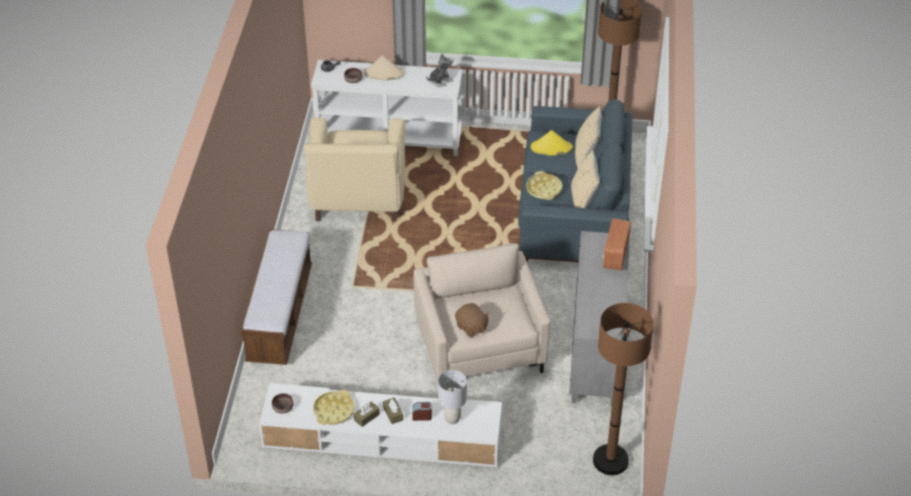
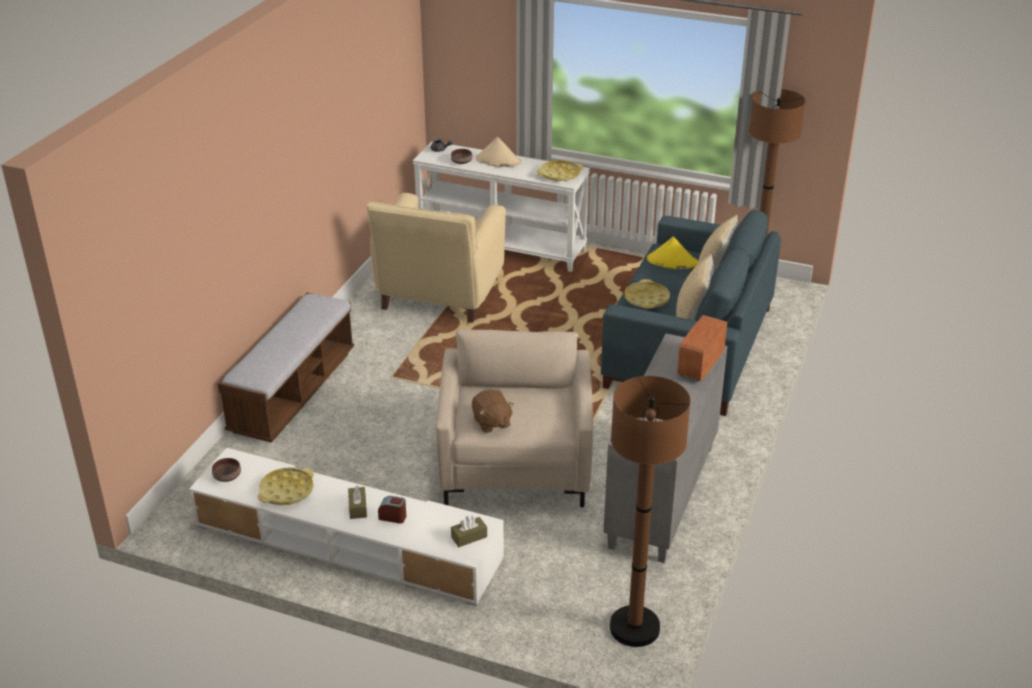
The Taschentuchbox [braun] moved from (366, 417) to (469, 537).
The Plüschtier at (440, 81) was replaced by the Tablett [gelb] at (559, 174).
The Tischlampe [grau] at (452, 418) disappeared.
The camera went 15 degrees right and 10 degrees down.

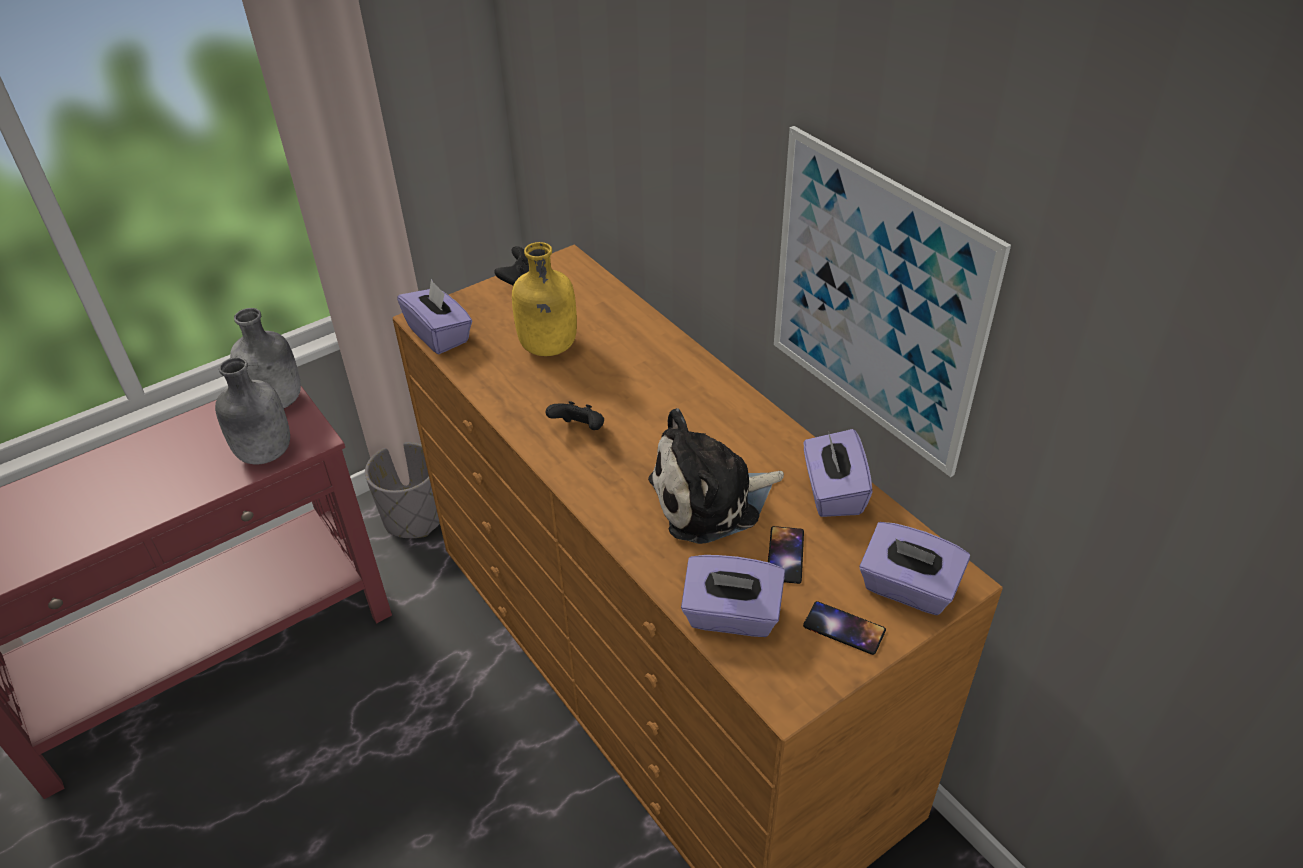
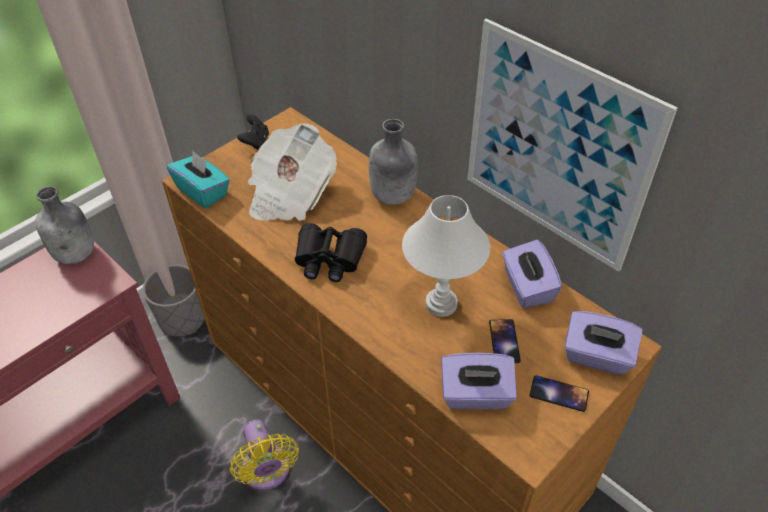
The Flasche [grau] moved from (264, 454) to (393, 196).
The Taschentuchbox [lila] at (440, 335) became the Taschentuchbox [türkis] at (203, 192).
The Flasche [gelb] at (548, 347) was replaced by the Zeitung at (290, 194).
The Gamepad [schwarz] at (579, 430) was replaced by the Fernglas [schwarz] at (329, 259).
The Plüschtier at (711, 499) was replaced by the Tischlampe [weiß] at (440, 304).
The Ventilator [gelb] at (267, 473) appeared.
The camera went 10 degrees left and 5 degrees up.

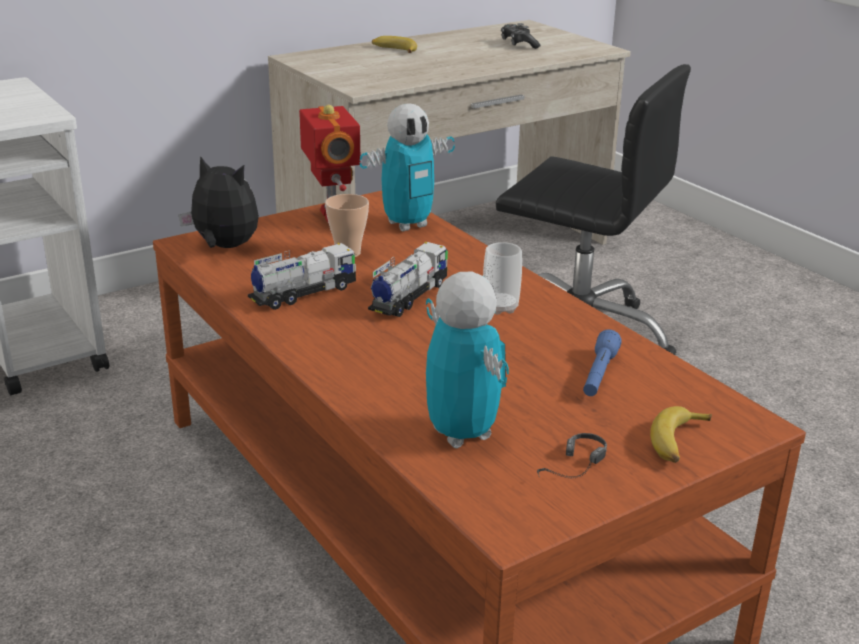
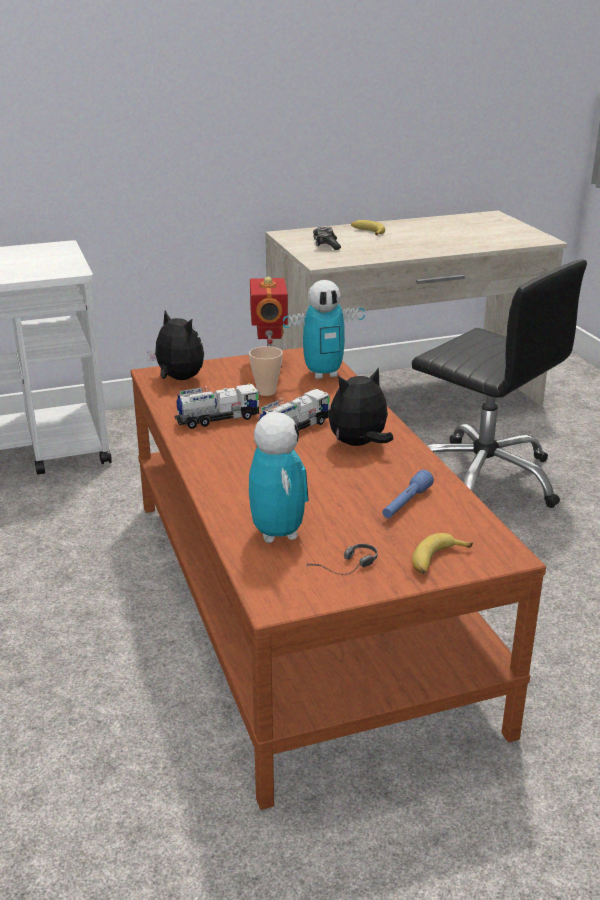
The Tasse at (500, 307) was replaced by the Plüschtier at (359, 445).
The Gamepad moved from (518, 44) to (326, 245).
The camera went 15 degrees right and 0 degrees up.

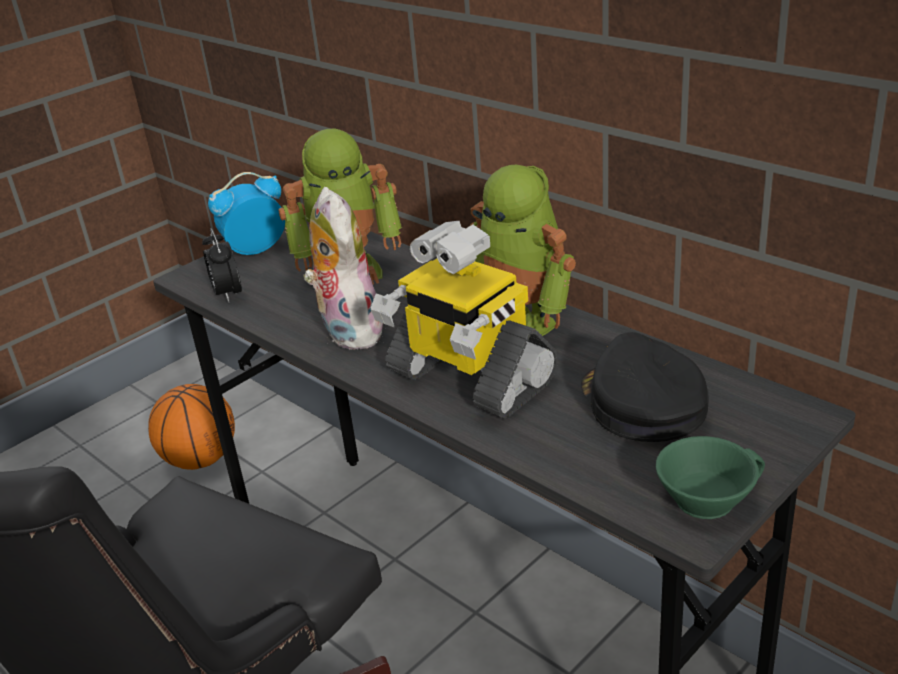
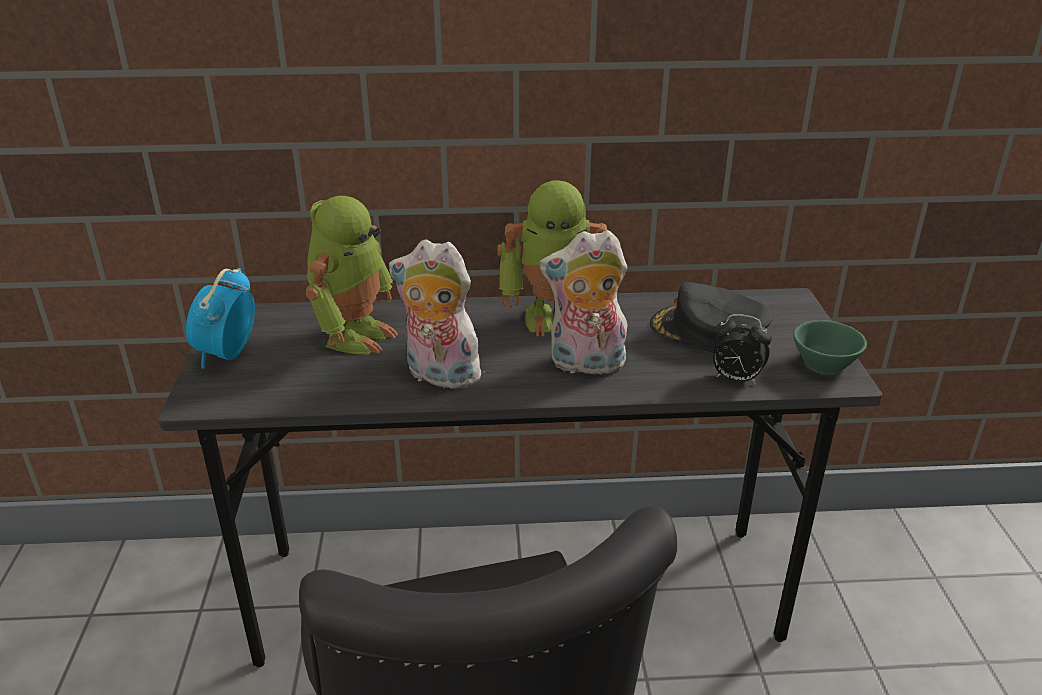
The Basketball at (201, 459) disappeared.
The Wecker moved from (227, 294) to (735, 379).
The Spielzeugroboter at (468, 378) was replaced by the Plüschtier at (585, 365).
The camera went 50 degrees left and 0 degrees up.

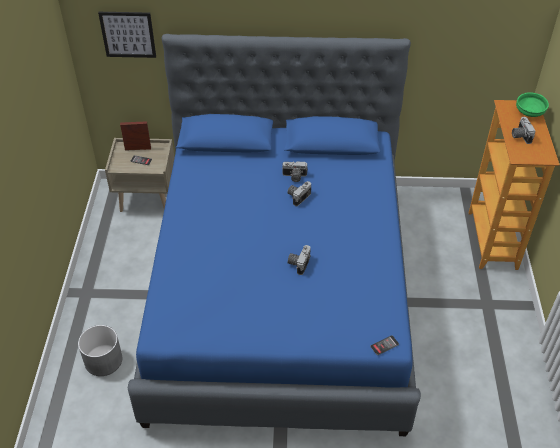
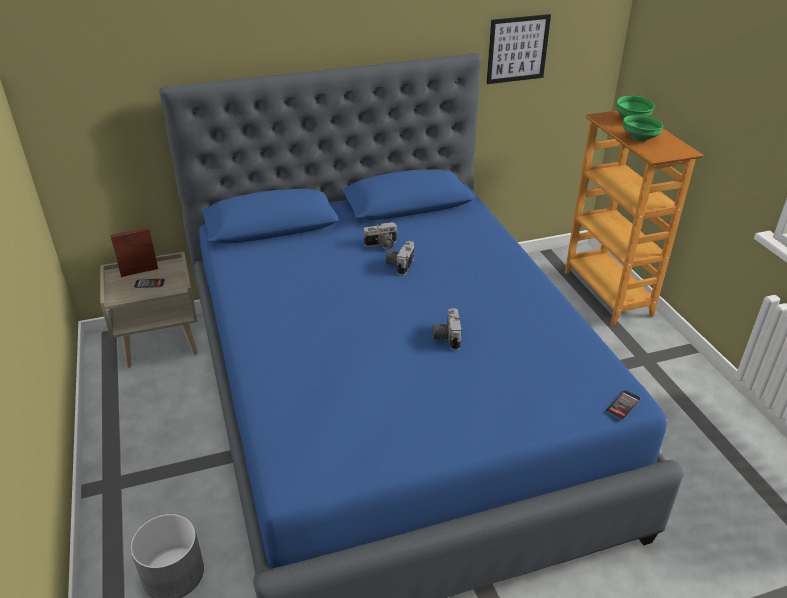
The Bild moved from (128, 34) to (517, 49).
The Kamera at (520, 136) was replaced by the Schüssel [grün] at (640, 138).
The camera went 20 degrees left and 10 degrees down.

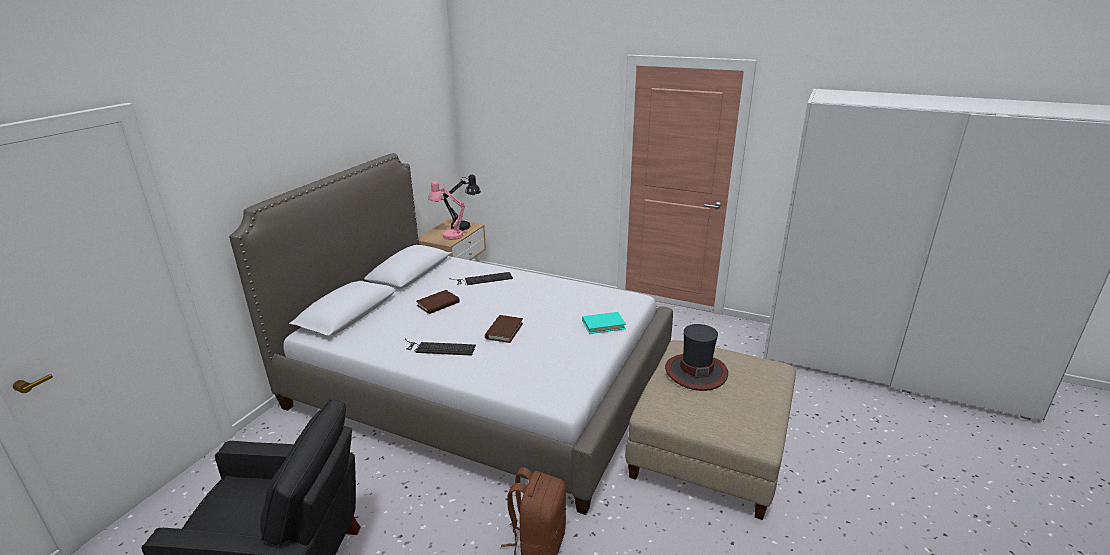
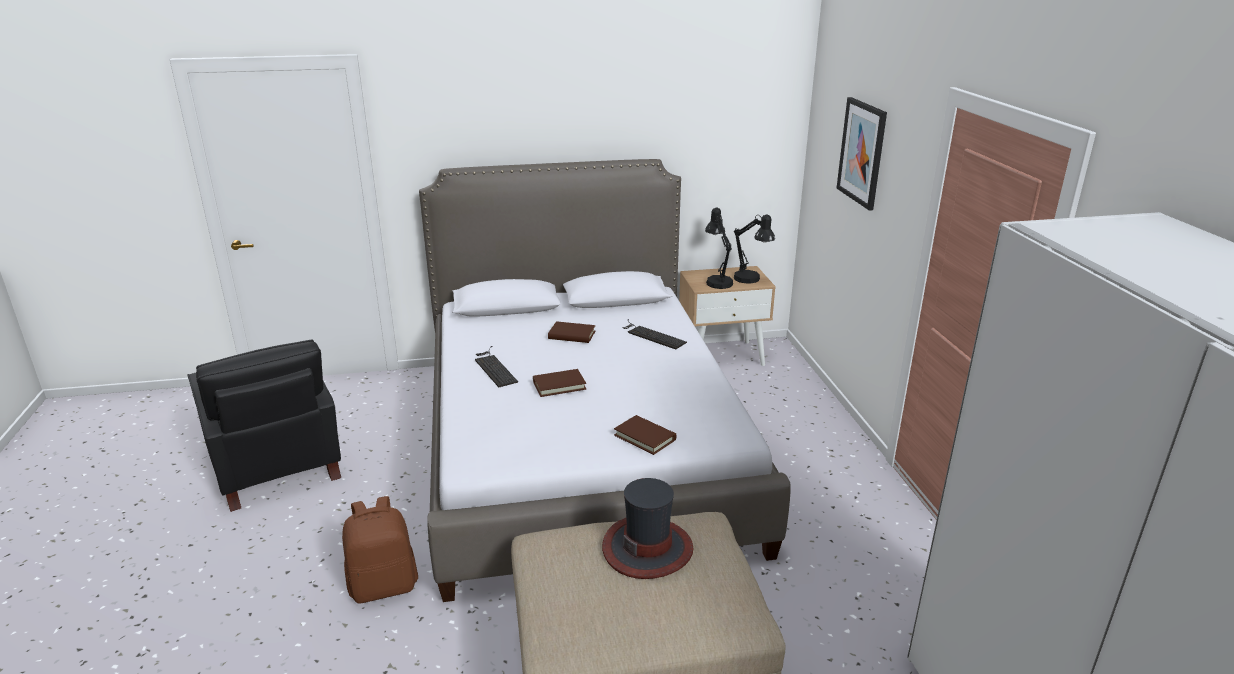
The Tischlampe [rosa] at (449, 235) became the Tischlampe [schwarz] at (717, 281).
The Buch [türkis] at (603, 325) became the Buch [braun] at (645, 437).
The Bild at (862, 152) appeared.
The camera went 55 degrees right and 0 degrees up.

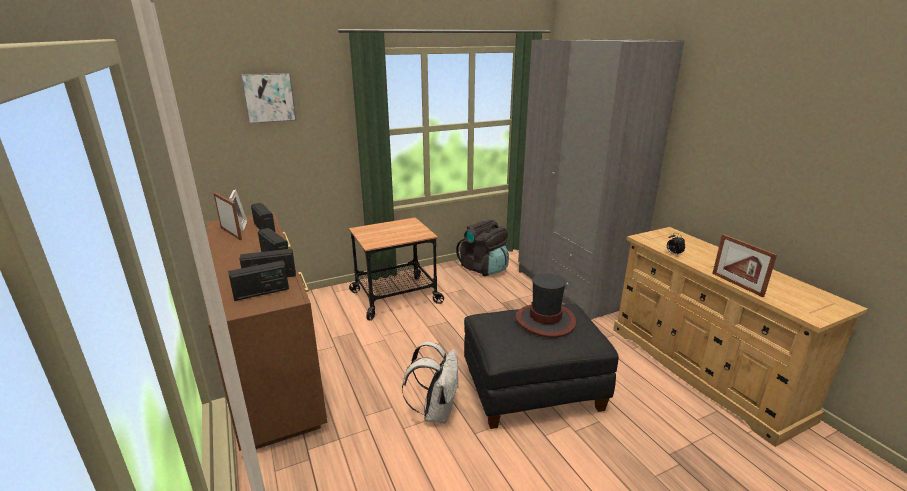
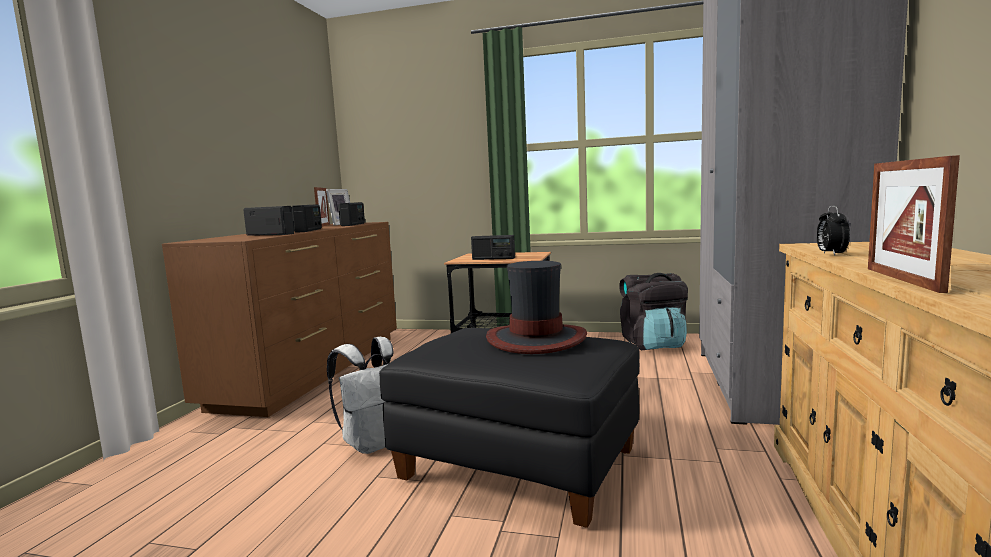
The Radio moved from (261, 292) to (493, 258).
The Bild at (269, 97) disappeared.
The camera went 40 degrees right and 15 degrees down.

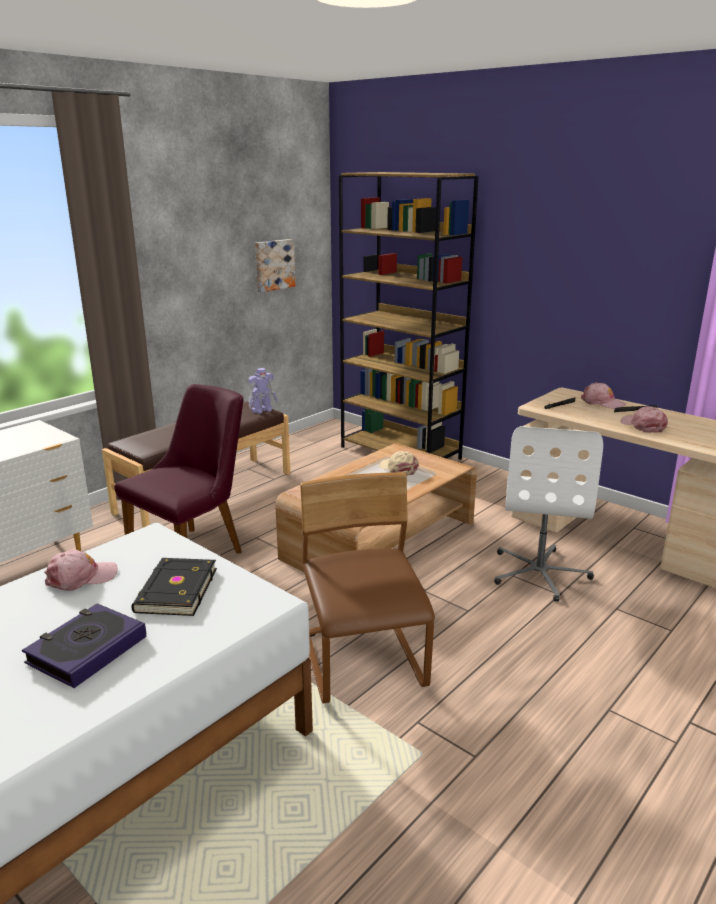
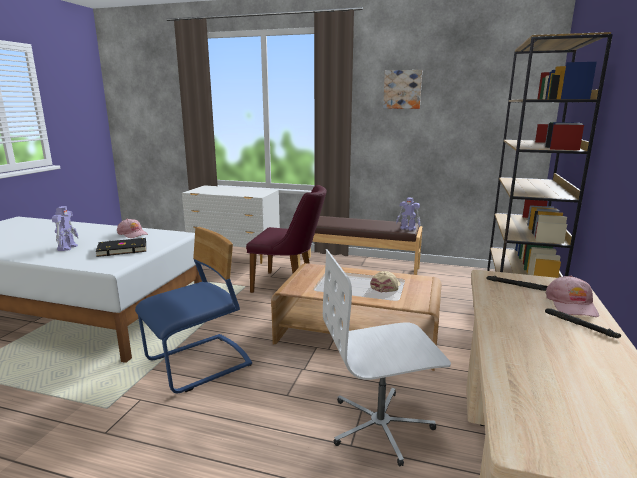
The Buch at (87, 650) was replaced by the Spielzeugroboter at (67, 247).
The Bild moved from (273, 265) to (402, 89).
The Stuhl [braun] at (364, 662) became the Stuhl [blau] at (199, 364).
The Kappe [rosa] at (643, 426) disappeared.
The camera went 65 degrees right and 5 degrees down.

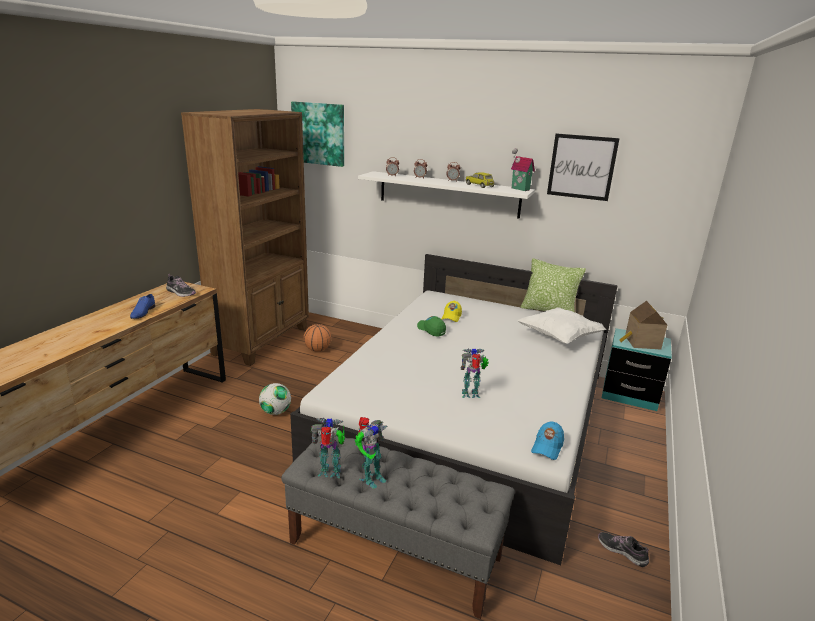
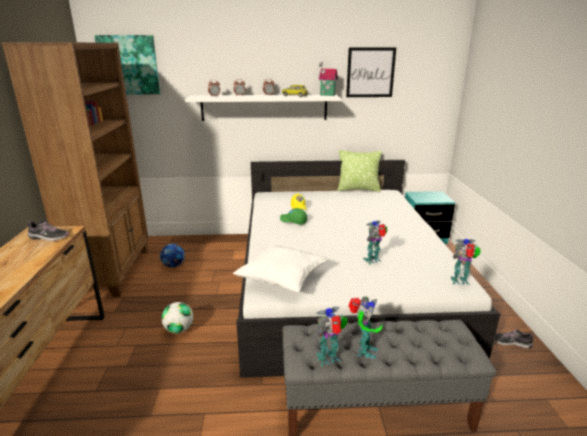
The Schuh [blau] at (142, 312) disappeared.
The Basketball at (317, 350) was replaced by the Fußball at (173, 265).
The Kissen [weiß] moved from (559, 338) to (282, 280).
The Kappe [blau] at (547, 447) was replaced by the Spielzeugroboter at (460, 282).
The Spielzeughaus at (640, 342) disappeared.
The camera went 25 degrees left and 0 degrees up.

